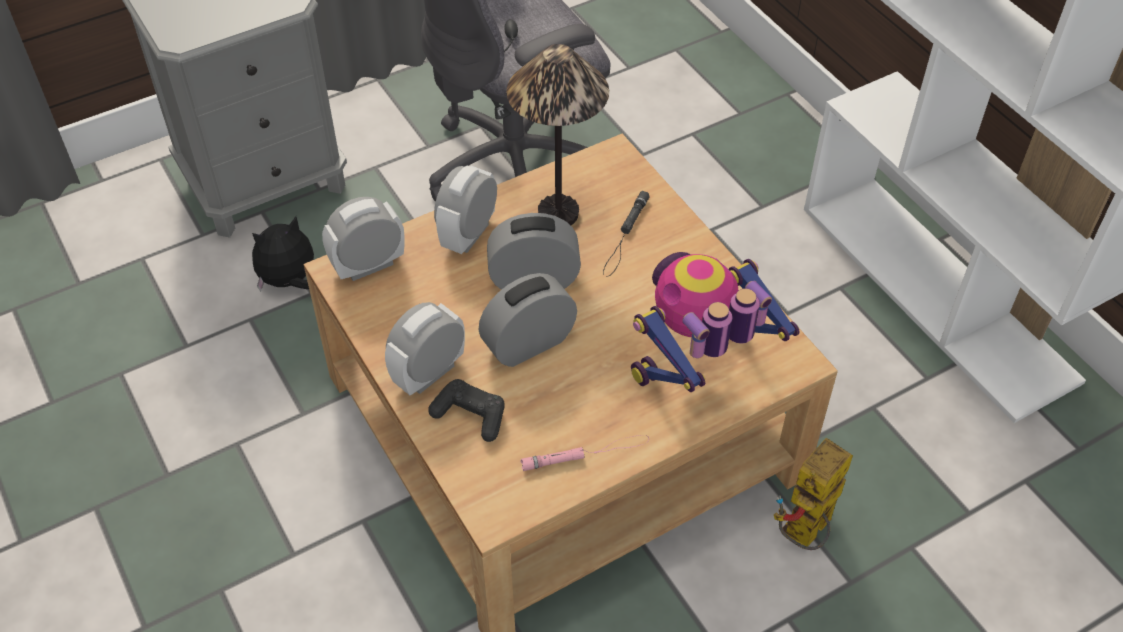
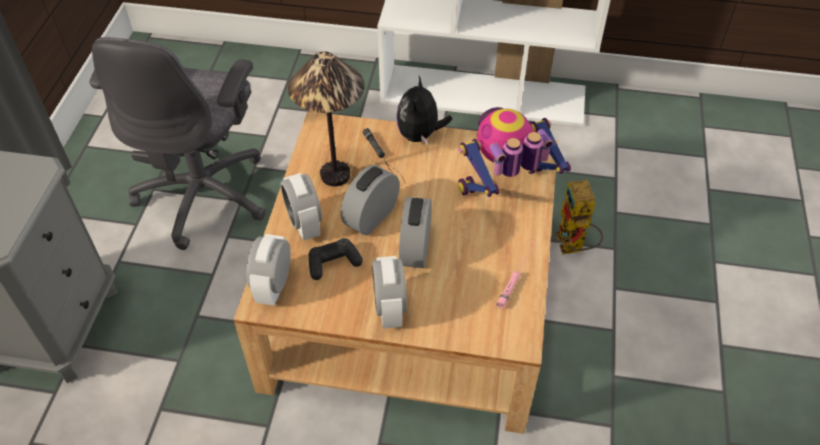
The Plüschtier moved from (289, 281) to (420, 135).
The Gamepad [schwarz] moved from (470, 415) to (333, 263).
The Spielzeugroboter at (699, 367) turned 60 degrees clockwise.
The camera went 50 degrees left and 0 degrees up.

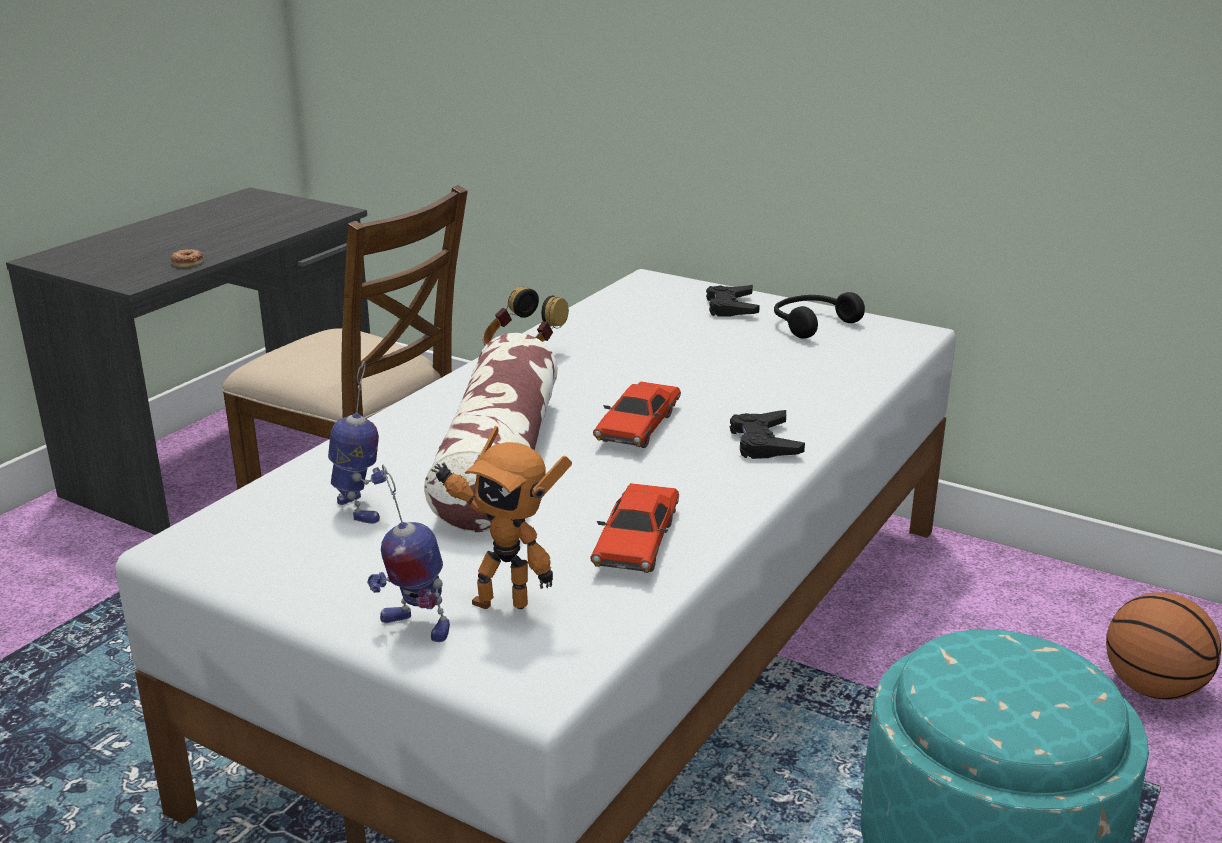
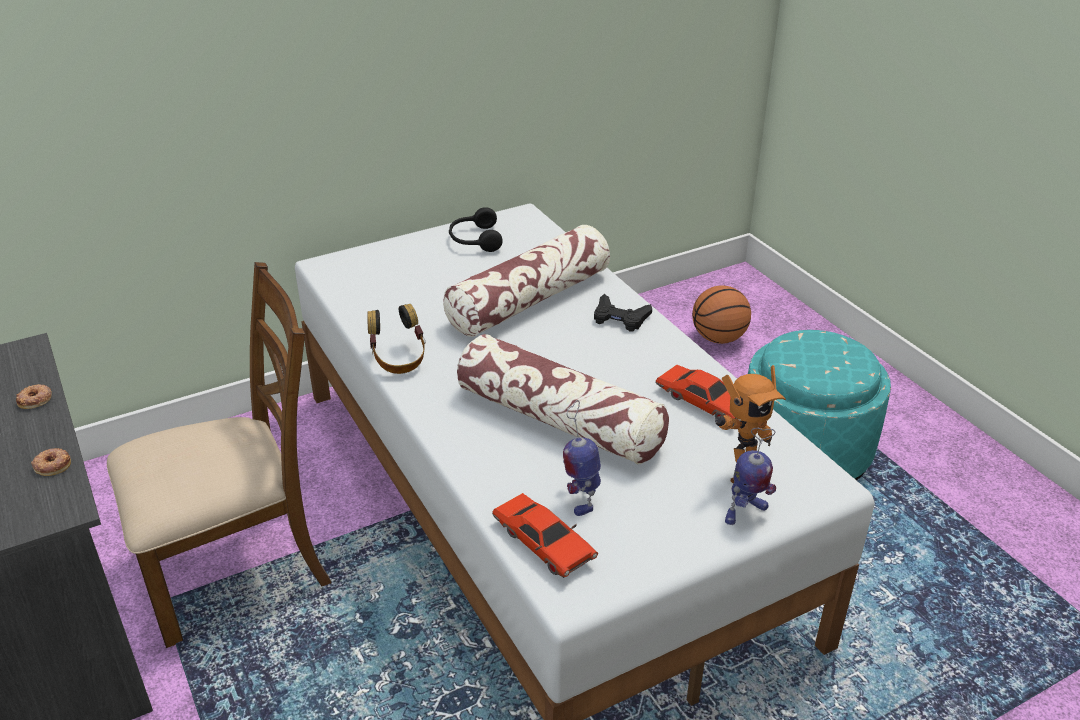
The Spielzeugroboter at (360, 509) turned 90 degrees counterclockwise.
The Spielzeugauto [rot] moved from (639, 426) to (543, 543).
The Gamepad [schwarz] at (731, 307) disappeared.
The Donut at (35, 400) appeared.
The Kissen at (530, 300) appeared.
The camera went 60 degrees left and 10 degrees up.

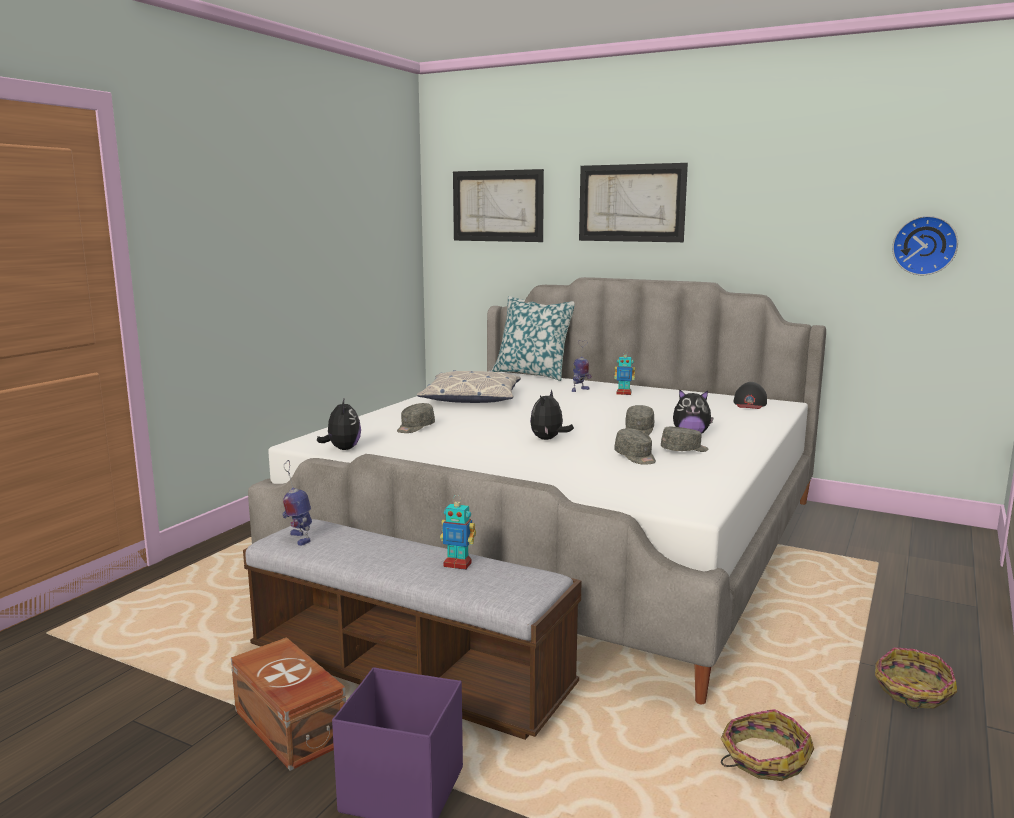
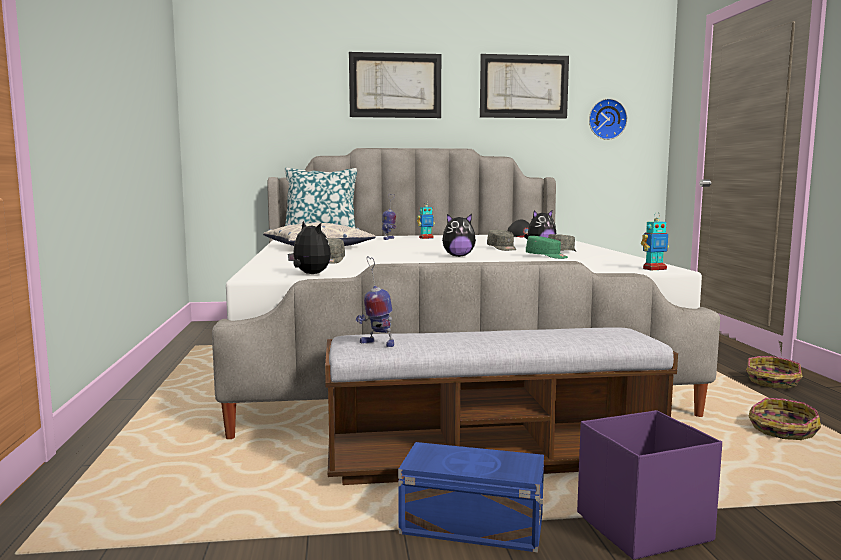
The Aufbewahrungsbox [braun] at (289, 728) became the Aufbewahrungsbox [blau] at (473, 526).
The Spielzeugroboter moved from (457, 564) to (654, 269).
The Bild moved from (497, 206) to (524, 86).
The Plüschtier at (548, 439) turned 90 degrees counterclockwise.
The Kappe [grau] at (635, 457) became the Kappe [grün] at (546, 256).
The camera went 35 degrees left and 5 degrees down.

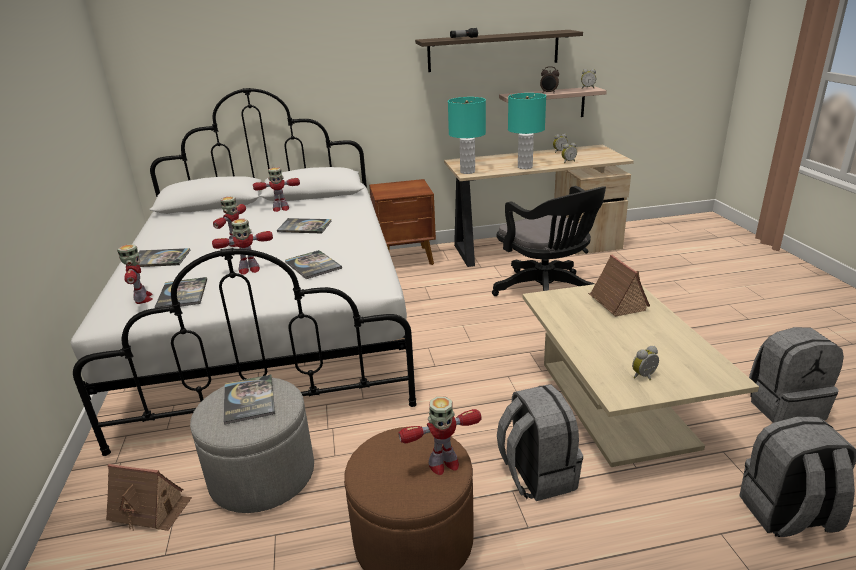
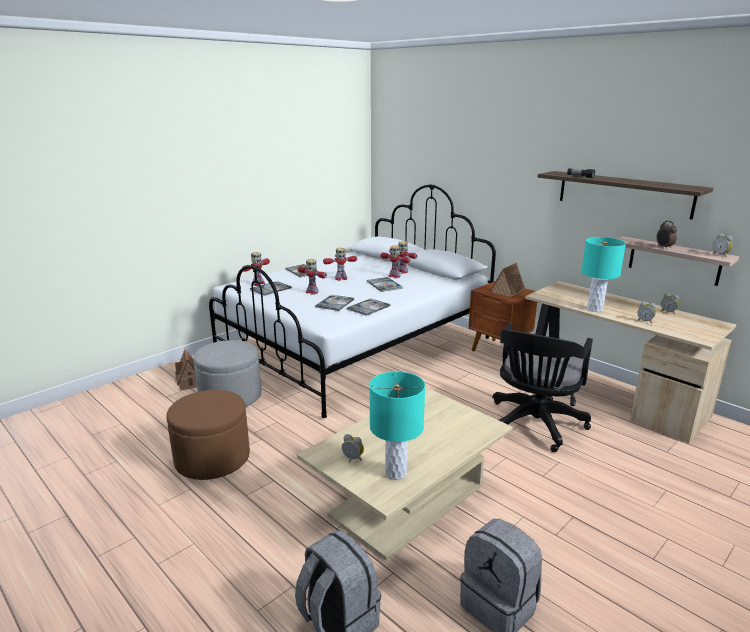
The Buch moved from (249, 400) to (368, 307).
The Spielzeugroboter moved from (443, 464) to (394, 276).
The Tischlampe [türkis] moved from (467, 172) to (395, 473).
The Rucksack [grau] at (536, 475) disappeared.
The Spielzeughaus moved from (617, 302) to (508, 291).
The camera went 55 degrees right and 5 degrees down.

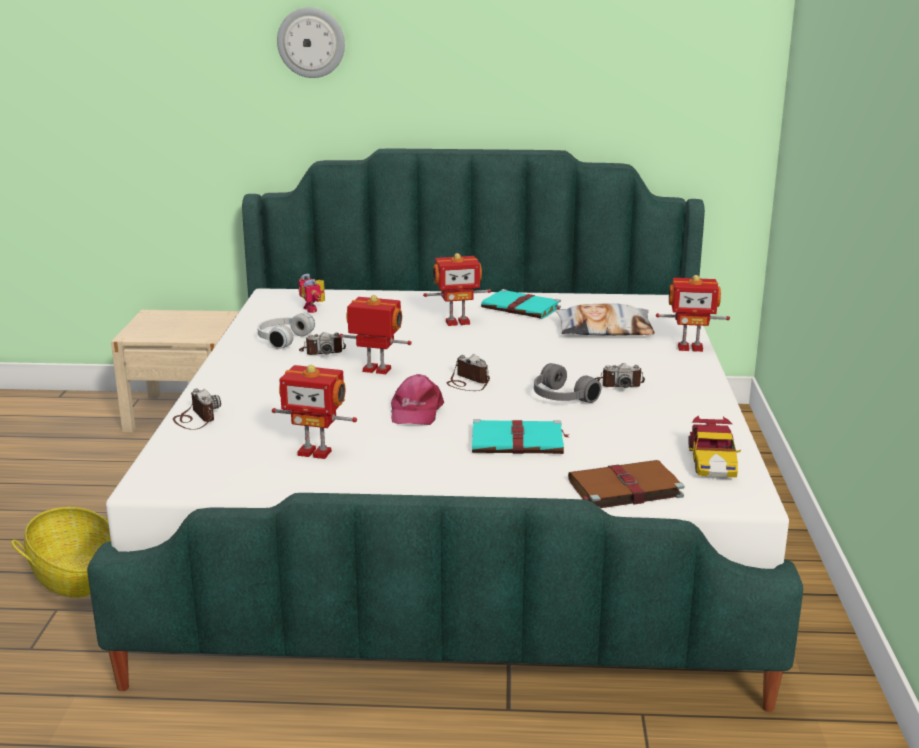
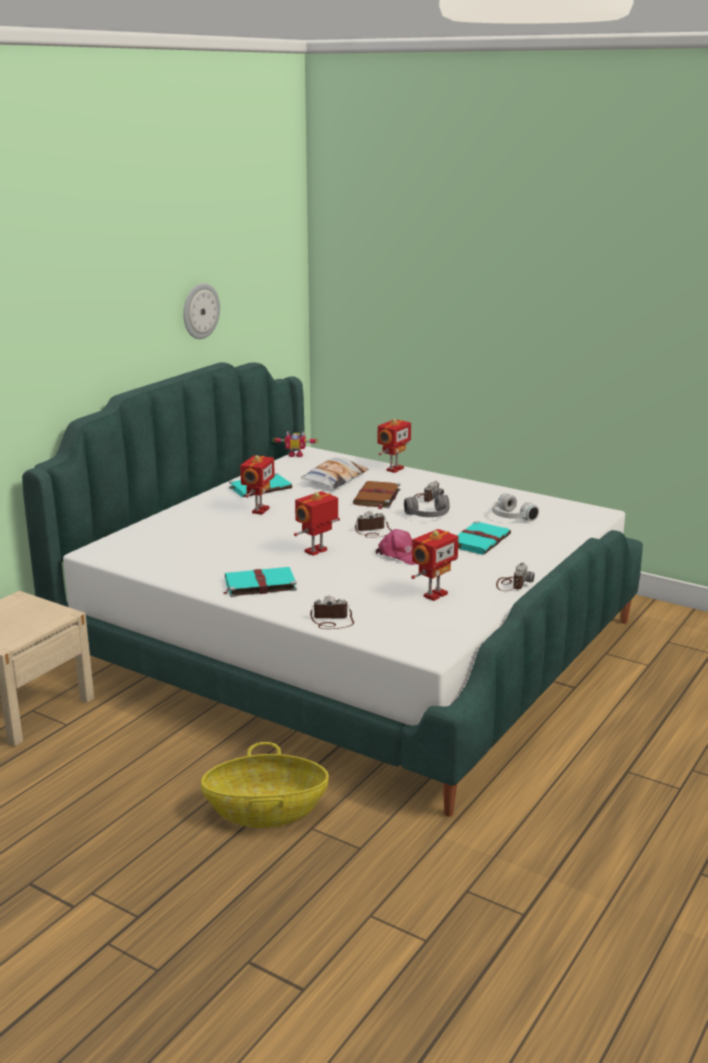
The Kopfhörer [weiß] moved from (282, 339) to (510, 517).
The Wanduhr moved from (311, 42) to (200, 311).
The Spielzeugroboter moved from (314, 309) to (296, 455).
The Kamera moved from (322, 351) to (512, 584).
The Buch [braun] moved from (623, 489) to (377, 497).
The Spielzeugauto at (712, 462) disappeared.
The Buch [türkis] at (259, 584) appeared.
The camera went 60 degrees left and 0 degrees up.

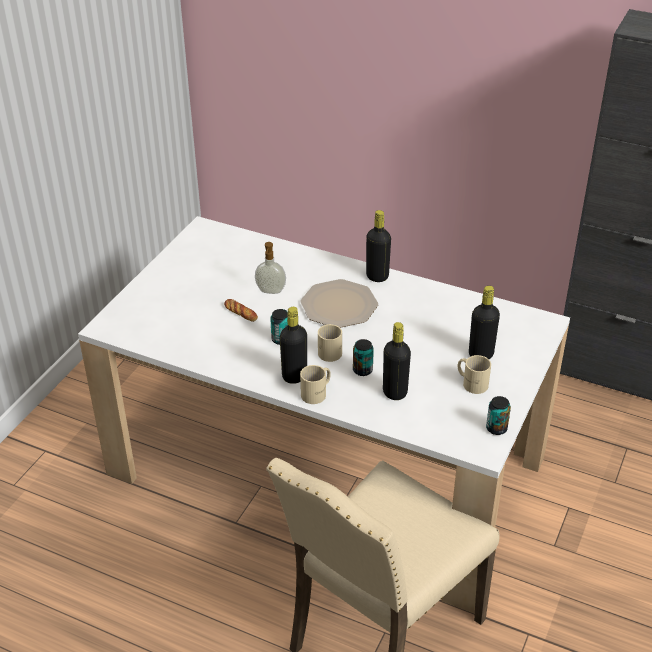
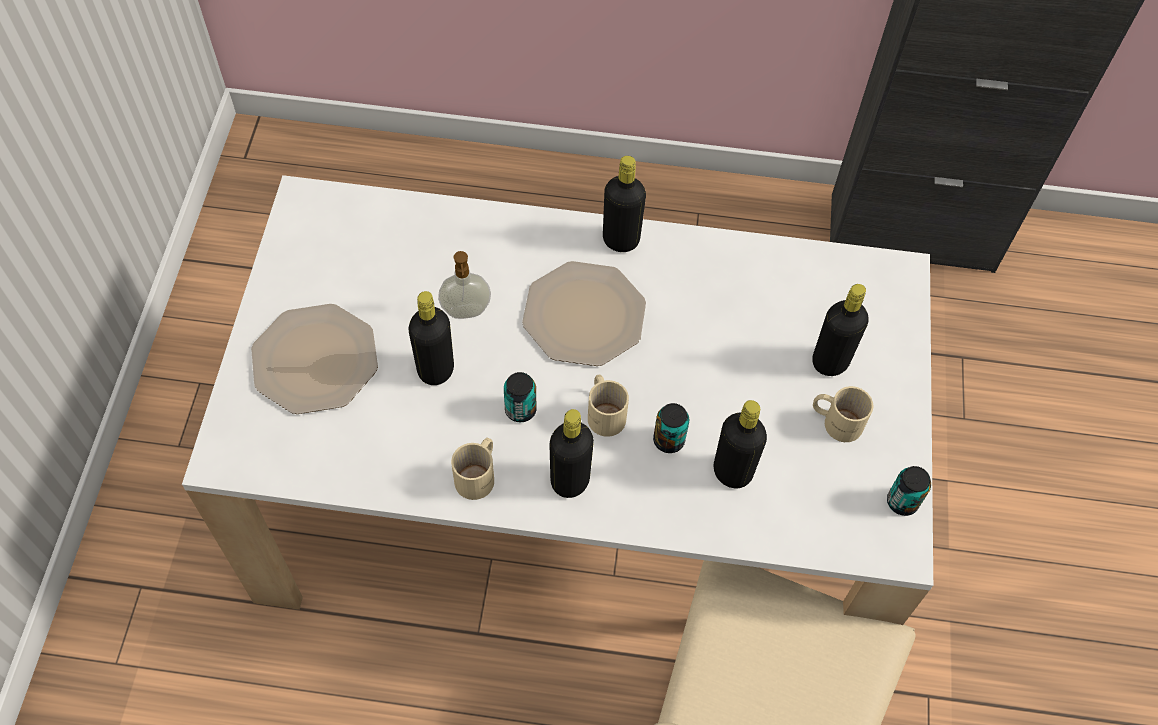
The Brot at (241, 313) was replaced by the Flasche [schwarz] at (435, 370).
The Henkelbecher [beige] moved from (317, 393) to (479, 475).
The Teller at (314, 359) appeared.
The camera went 20 degrees left and 20 degrees up.

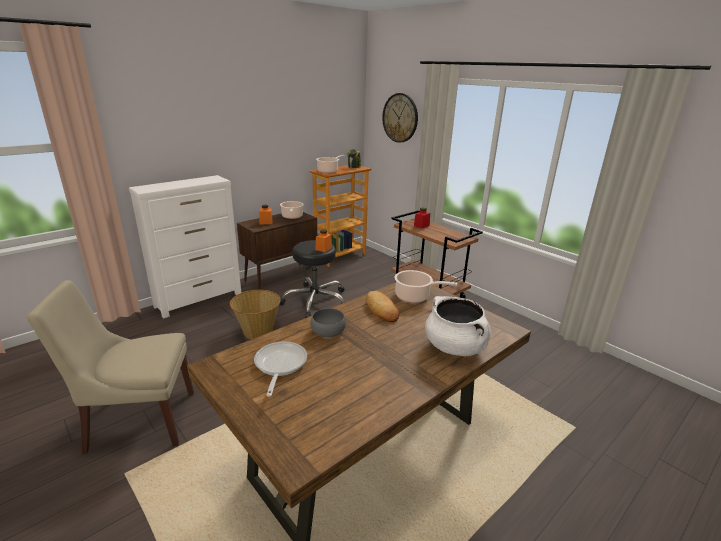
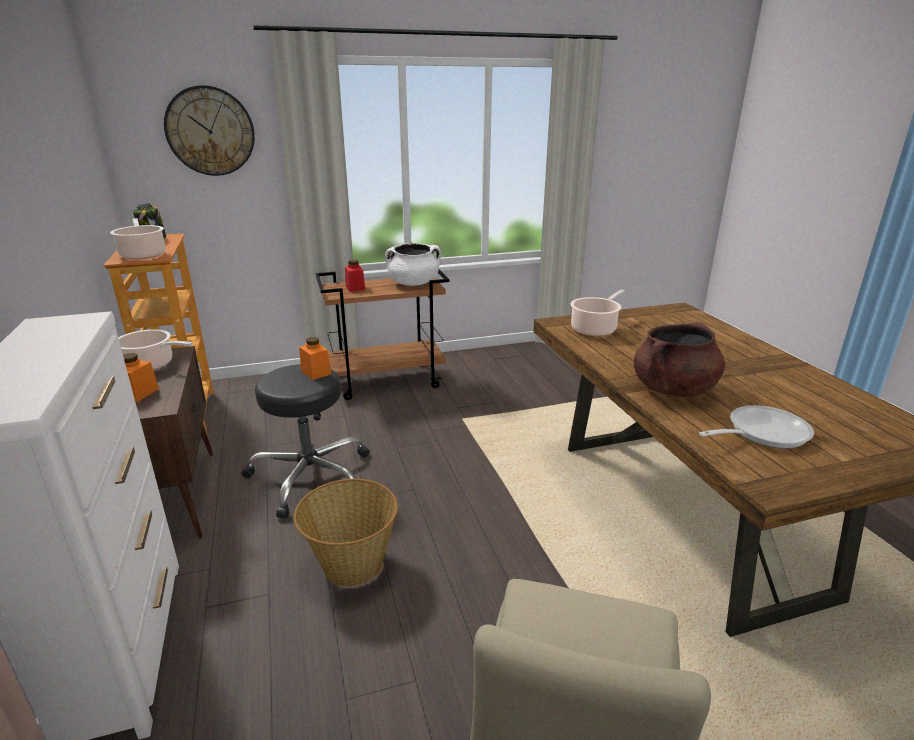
The Pfanne at (279, 365) turned 135 degrees clockwise.
The Schüssel [grau] at (328, 331) was replaced by the Kochtopf [braun] at (673, 389).
The Brot at (381, 309) disappeared.
The Kochtopf [weiß] moved from (455, 347) to (413, 283).
The camera went 65 degrees left and 0 degrees up.

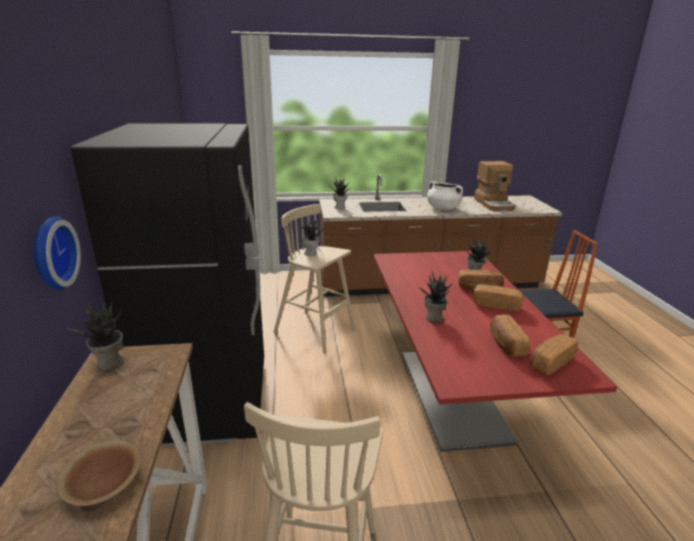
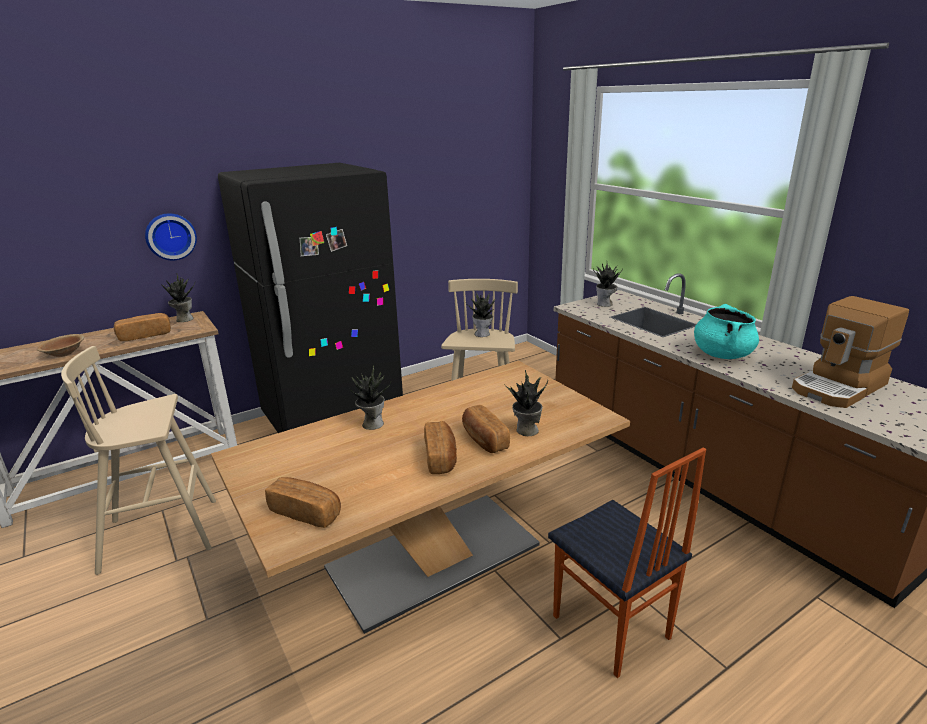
The Esstisch [rot] at (452, 395) became the Esstisch [beige] at (434, 557).
The Kochtopf [weiß] at (443, 208) became the Kochtopf [türkis] at (722, 354).
The Brot moved from (505, 344) to (145, 335).
The camera went 65 degrees right and 0 degrees up.

